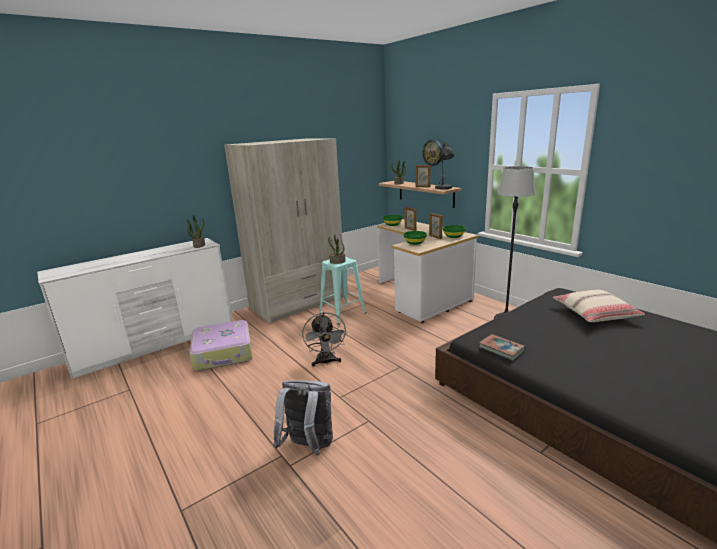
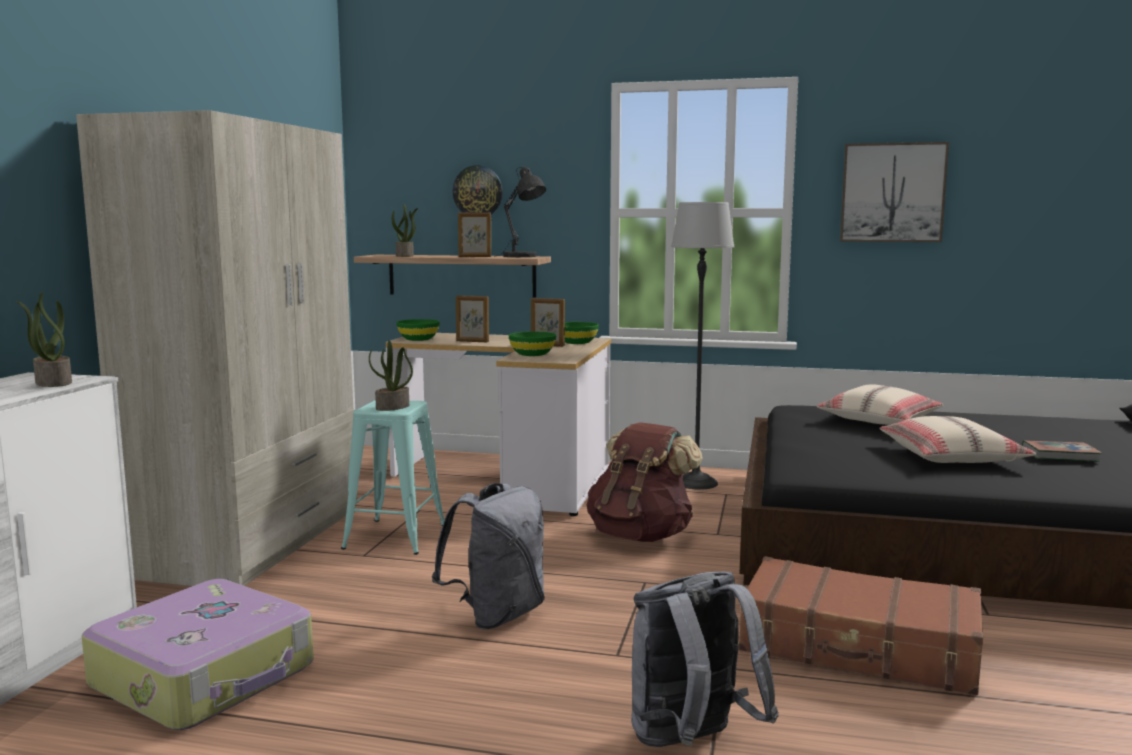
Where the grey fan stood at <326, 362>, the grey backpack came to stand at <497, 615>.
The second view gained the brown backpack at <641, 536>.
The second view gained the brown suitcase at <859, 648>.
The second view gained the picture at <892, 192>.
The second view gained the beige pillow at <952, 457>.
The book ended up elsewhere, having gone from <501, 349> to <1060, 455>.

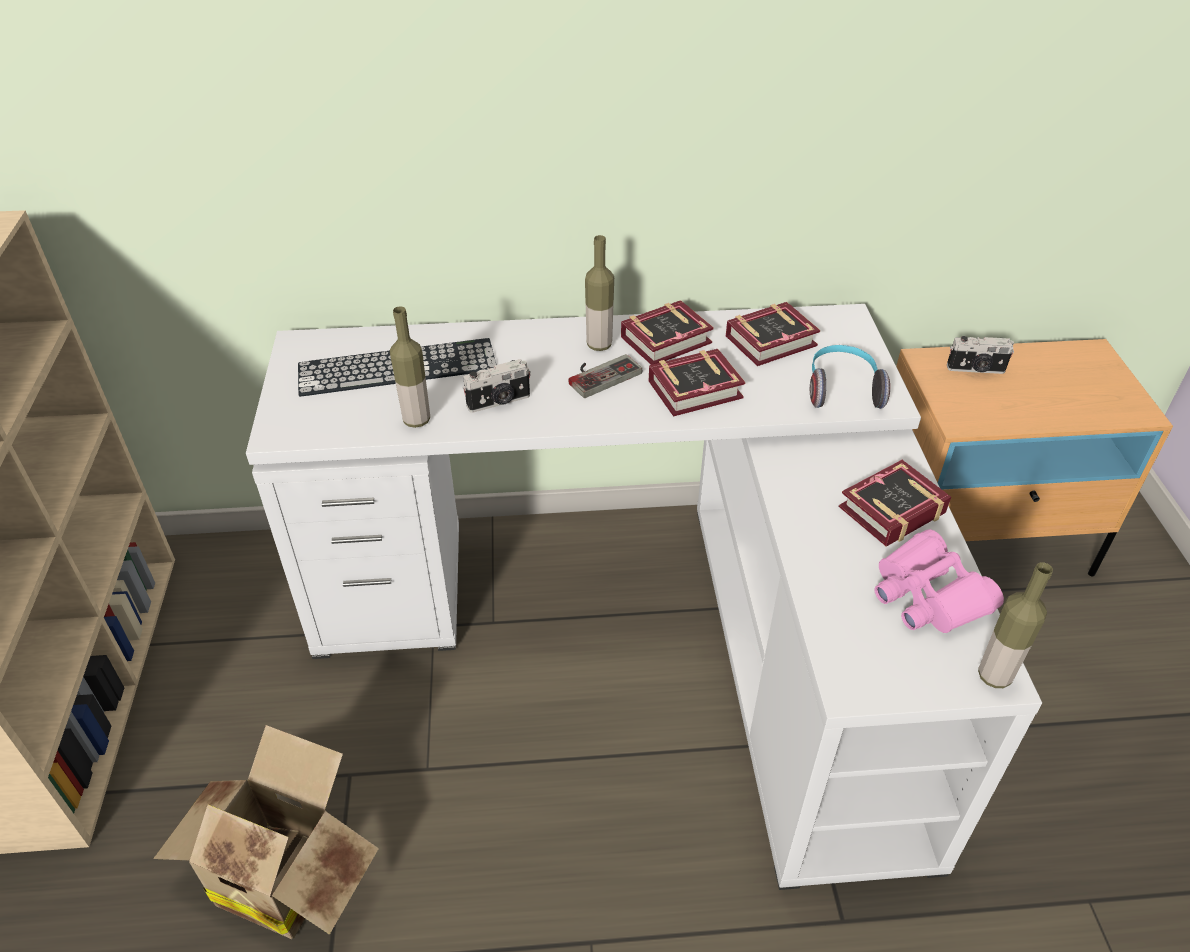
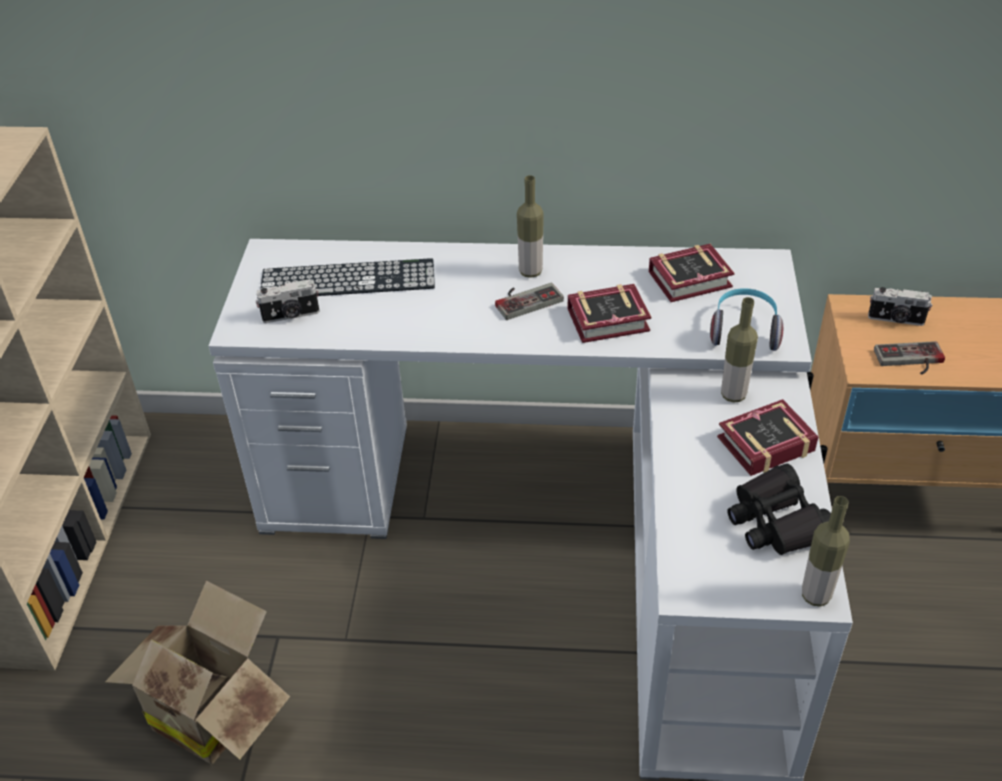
The photo camera ended up elsewhere, having gone from <499, 402> to <291, 315>.
The bottle ended up elsewhere, having gone from <416, 420> to <733, 395>.
What was the pink binoculars at <927, 595> turned into the black binoculars at <776, 522>.
The second view gained the game controller at <910, 361>.
The second view lost the book at <670, 340>.

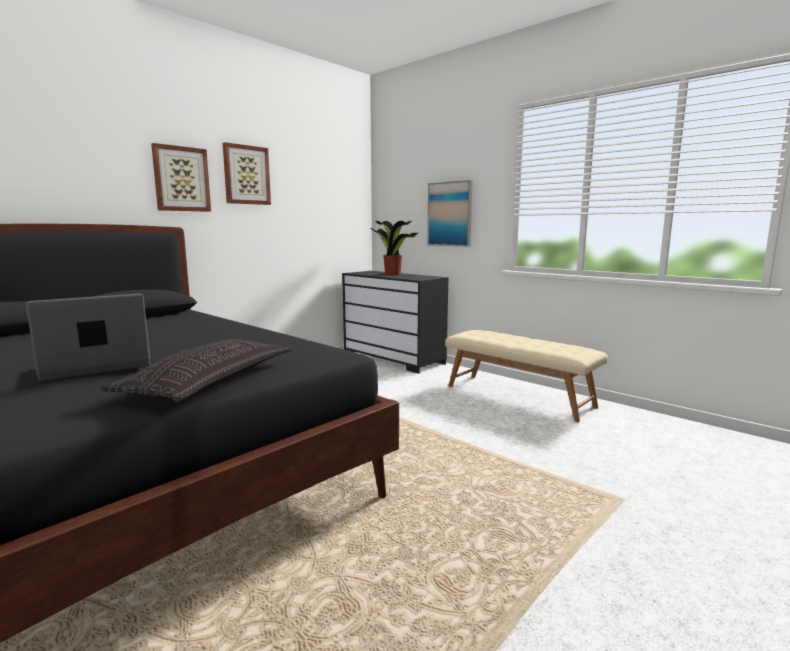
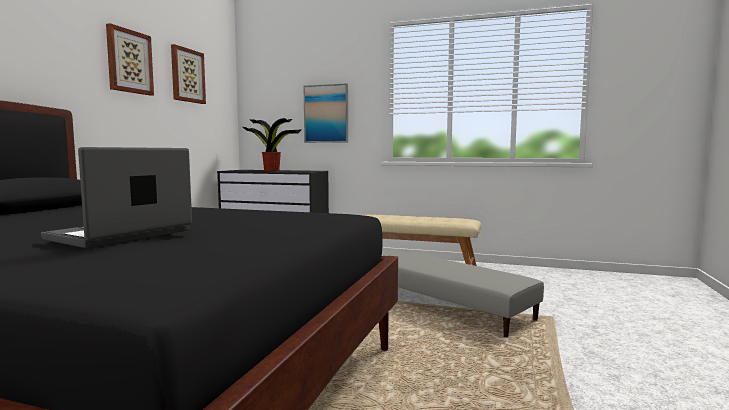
The picture ended up elsewhere, having gone from <181, 179> to <187, 75>.
The second view gained the grey ottoman at <446, 306>.
The second view lost the pillow at <211, 381>.

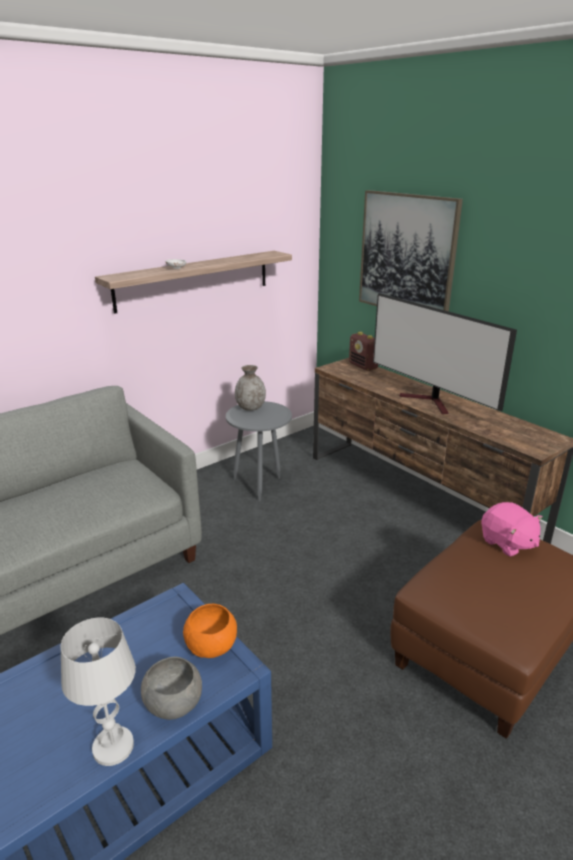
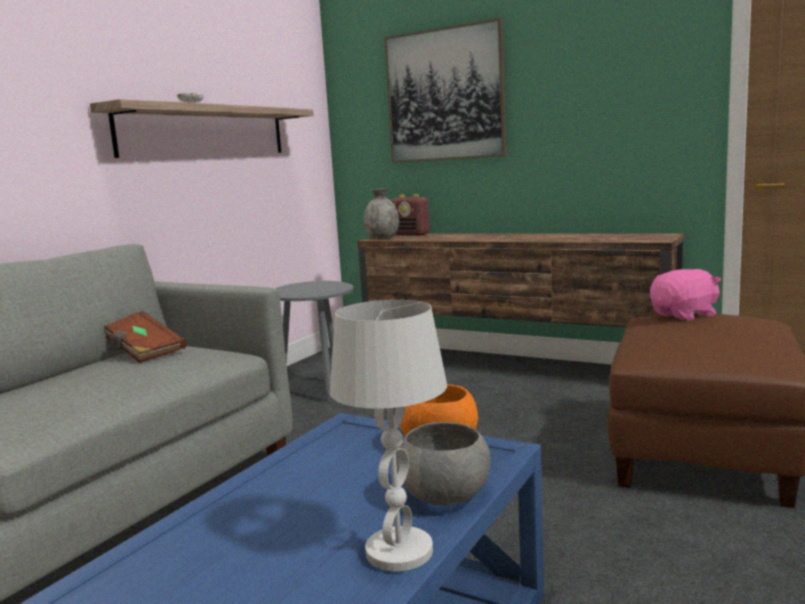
The second view gained the brown book at <142, 352>.
The grey vase ended up elsewhere, having gone from <250, 407> to <382, 238>.
The pink plush toy at <507, 543> ended up facing another way, 60 degrees counterclockwise from before.
The second view lost the television at <430, 402>.

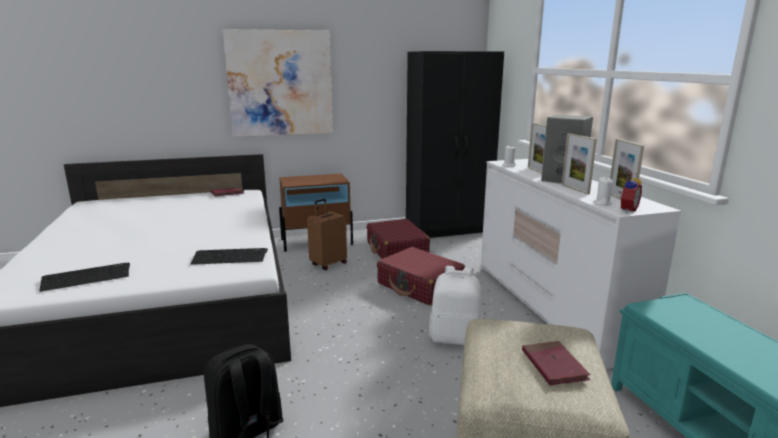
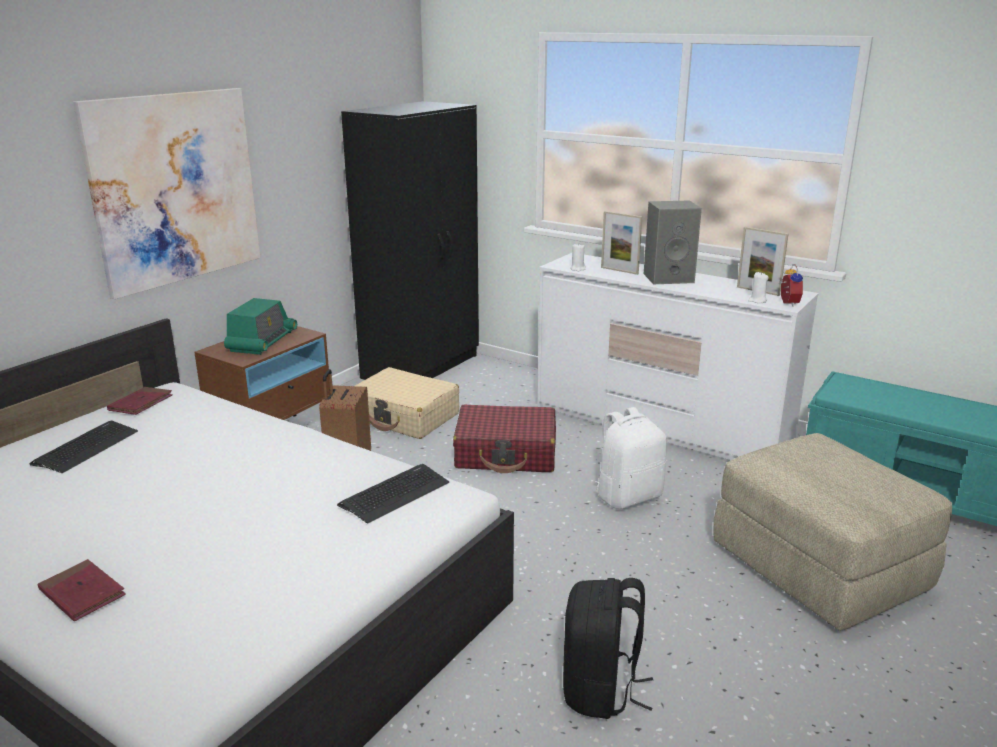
The keyboard ended up elsewhere, having gone from <86, 277> to <86, 447>.
The red book ended up elsewhere, having gone from <553, 365> to <82, 593>.
The second view gained the radio at <262, 342>.
What was the red suitcase at <397, 250> turned into the beige suitcase at <404, 416>.
The second view lost the picture frame at <575, 189>.

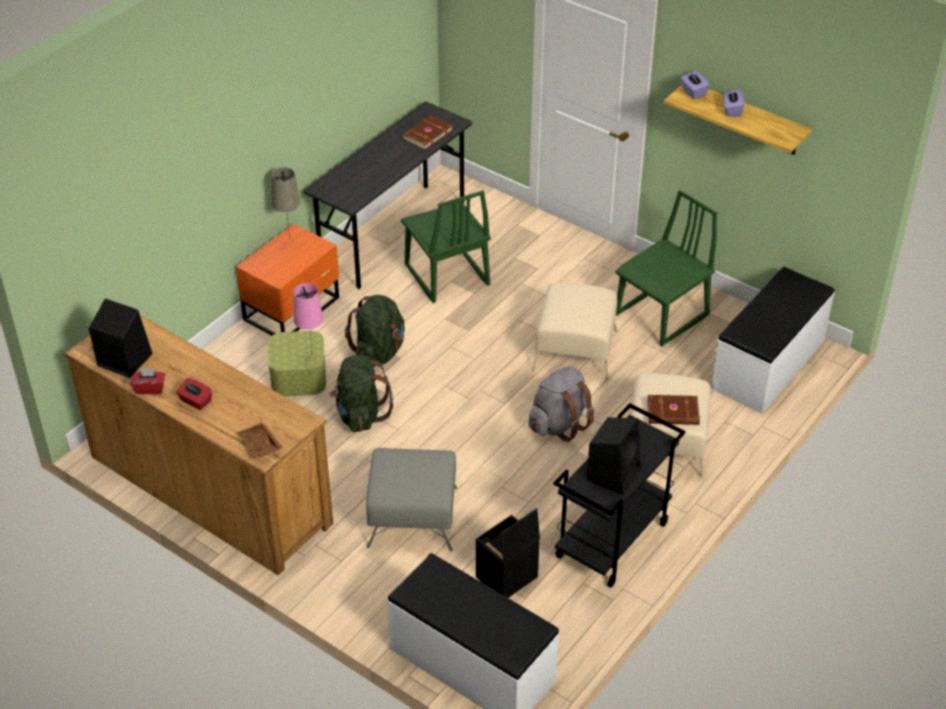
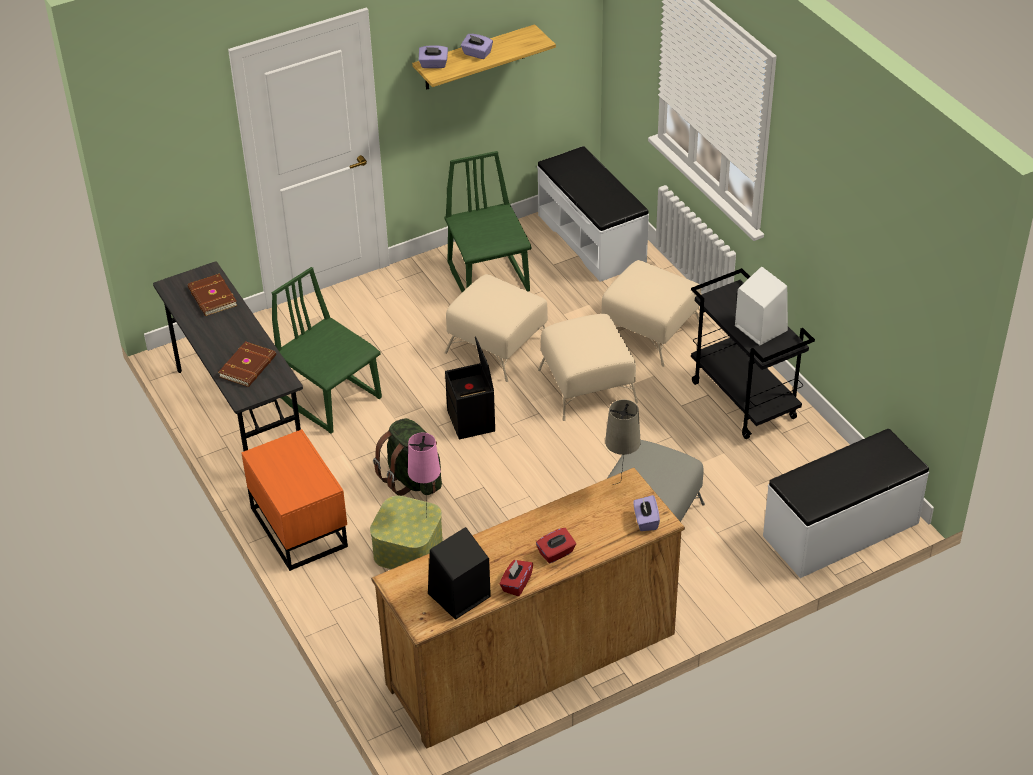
The brown book ended up elsewhere, having gone from <673, 413> to <249, 366>.
The green chair at <446, 276> ended up facing another way, 135 degrees counterclockwise from before.
The black storage box ended up elsewhere, having gone from <506, 578> to <472, 421>.
Where the grey backpack stood at <559, 424>, the beige ottoman came to stand at <587, 386>.
The beige table lamp ended up elsewhere, having gone from <290, 243> to <621, 486>.
Where the brown tray stood at <259, 445>, the purple tissue box came to stand at <645, 521>.
What was the black speaker at <614, 473> turned into the white speaker at <759, 327>.
The second view lost the green backpack at <360, 414>.

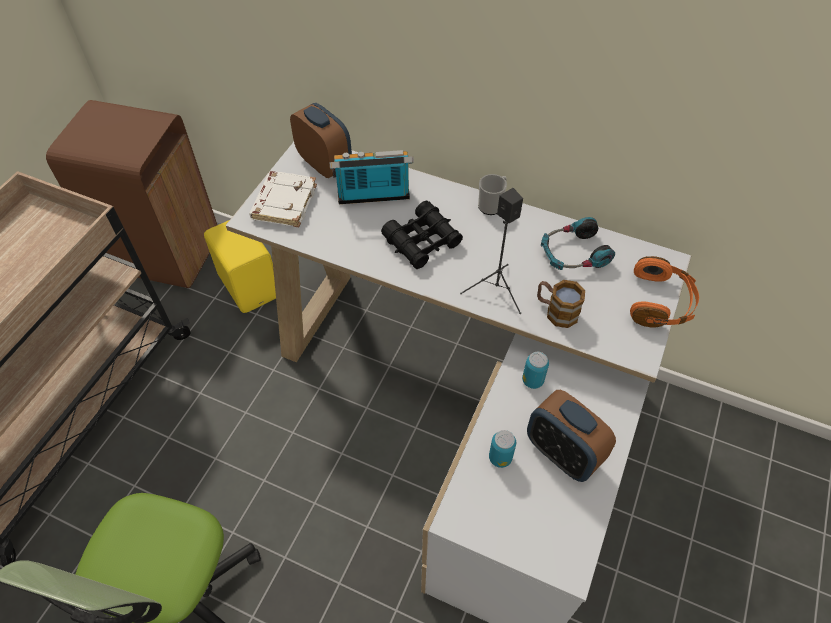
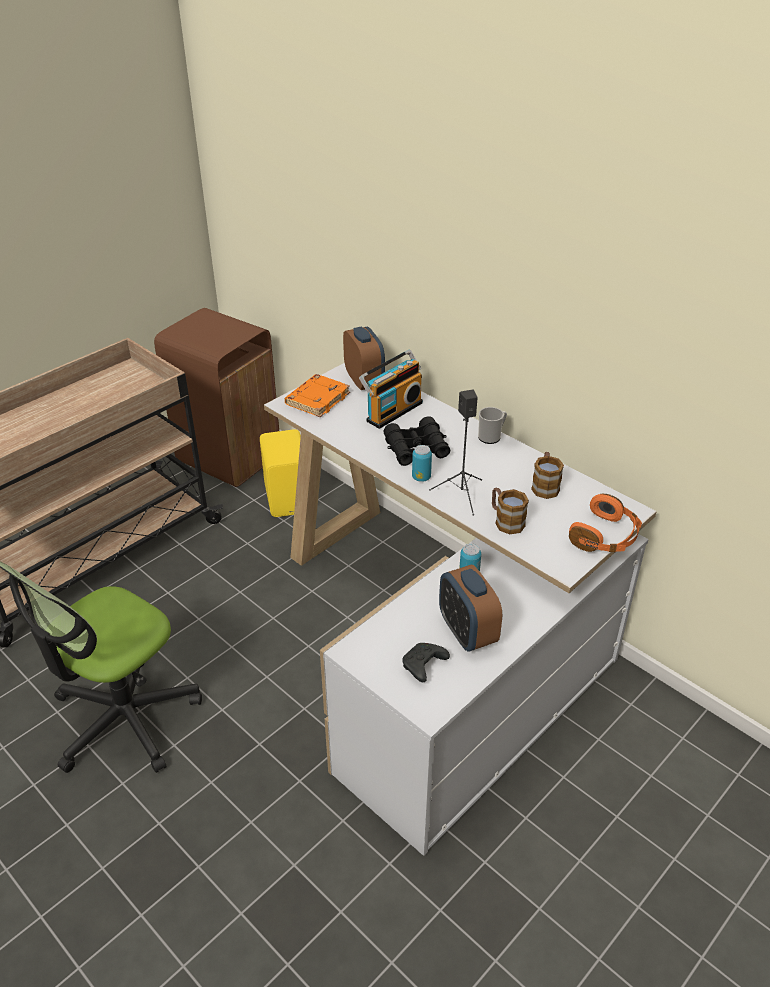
What was the white book at <284, 202> turned into the orange book at <317, 399>.
The radio at <373, 197> ended up facing another way, 120 degrees clockwise from before.
The second view gained the black game controller at <423, 666>.
The can ended up elsewhere, having gone from <500, 458> to <421, 477>.
Where the headphones stood at <573, 254>, the mug came to stand at <545, 485>.

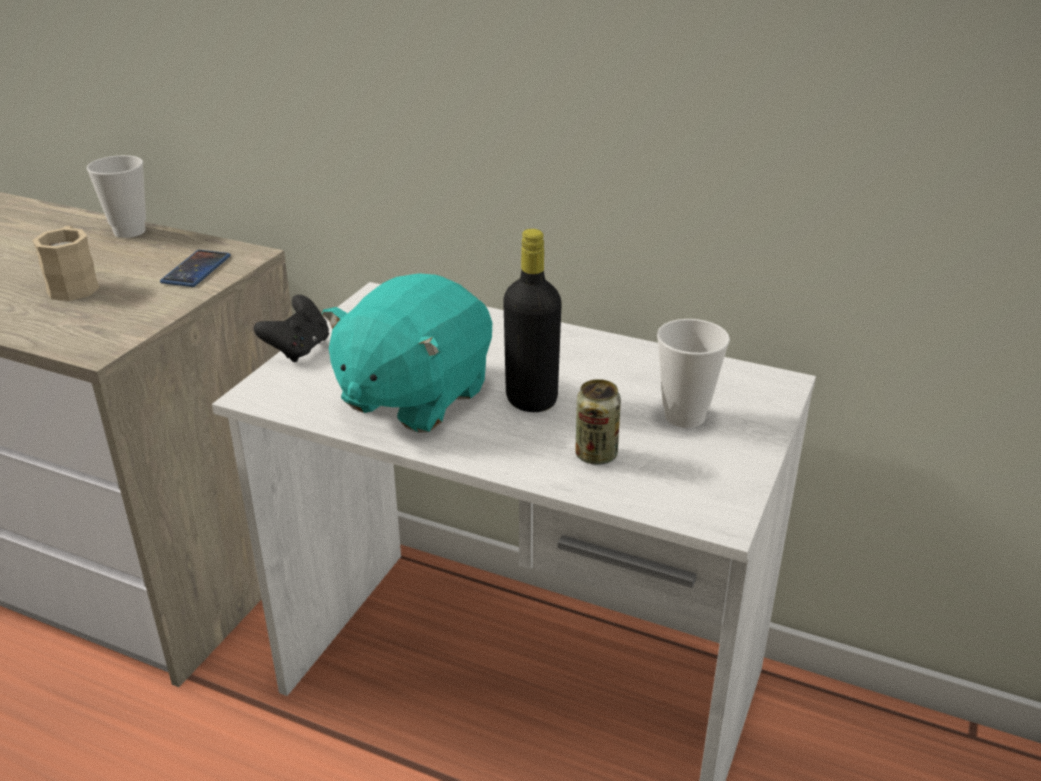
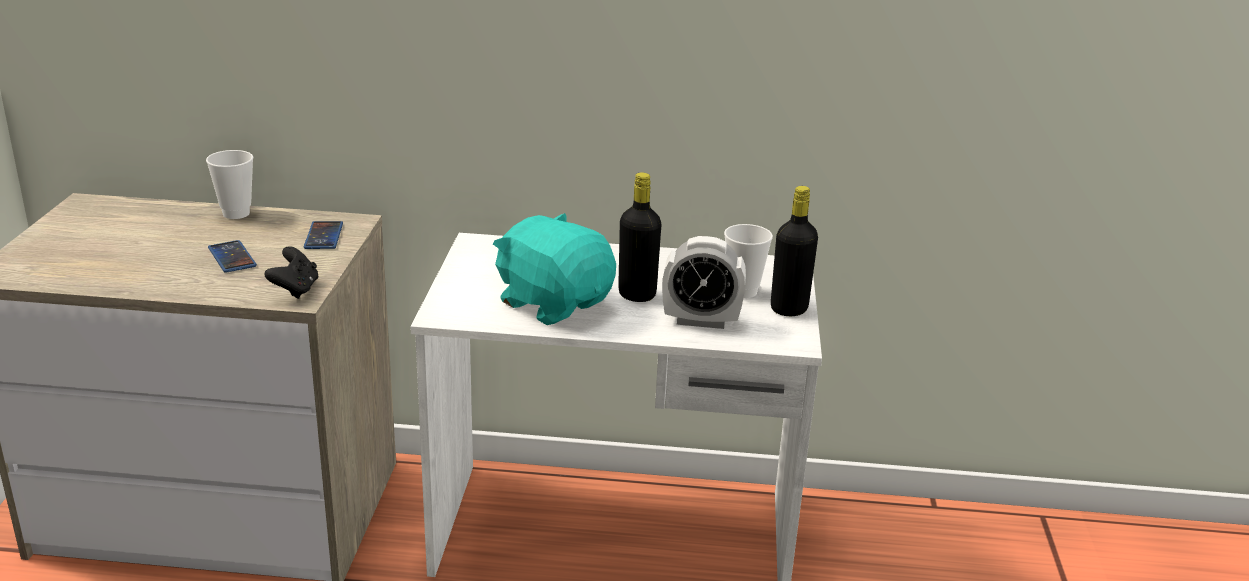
Where the beige mug stood at <75, 284>, the phone came to stand at <232, 257>.
The black game controller ended up elsewhere, having gone from <298, 349> to <295, 290>.
The turquoise plush toy at <413, 397> ended up facing another way, 120 degrees clockwise from before.
Where the can stood at <596, 455>, the alarm clock came to stand at <701, 321>.
The second view gained the black bottle at <789, 309>.

